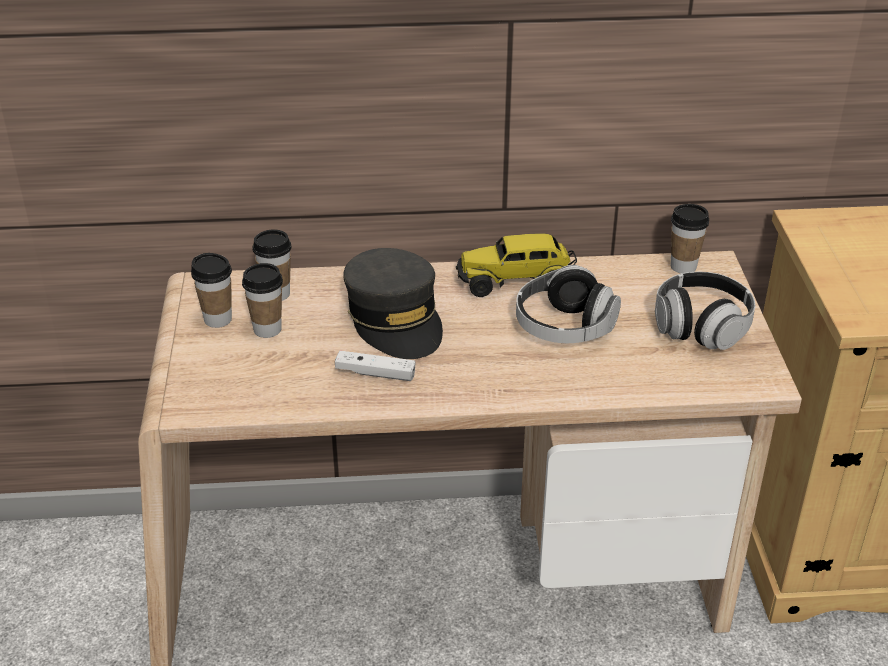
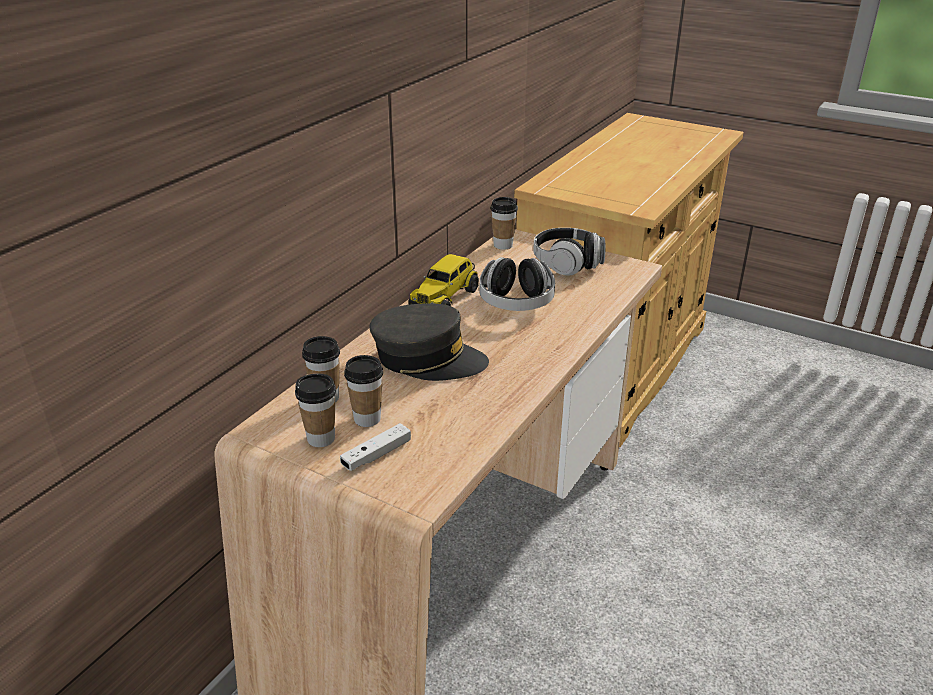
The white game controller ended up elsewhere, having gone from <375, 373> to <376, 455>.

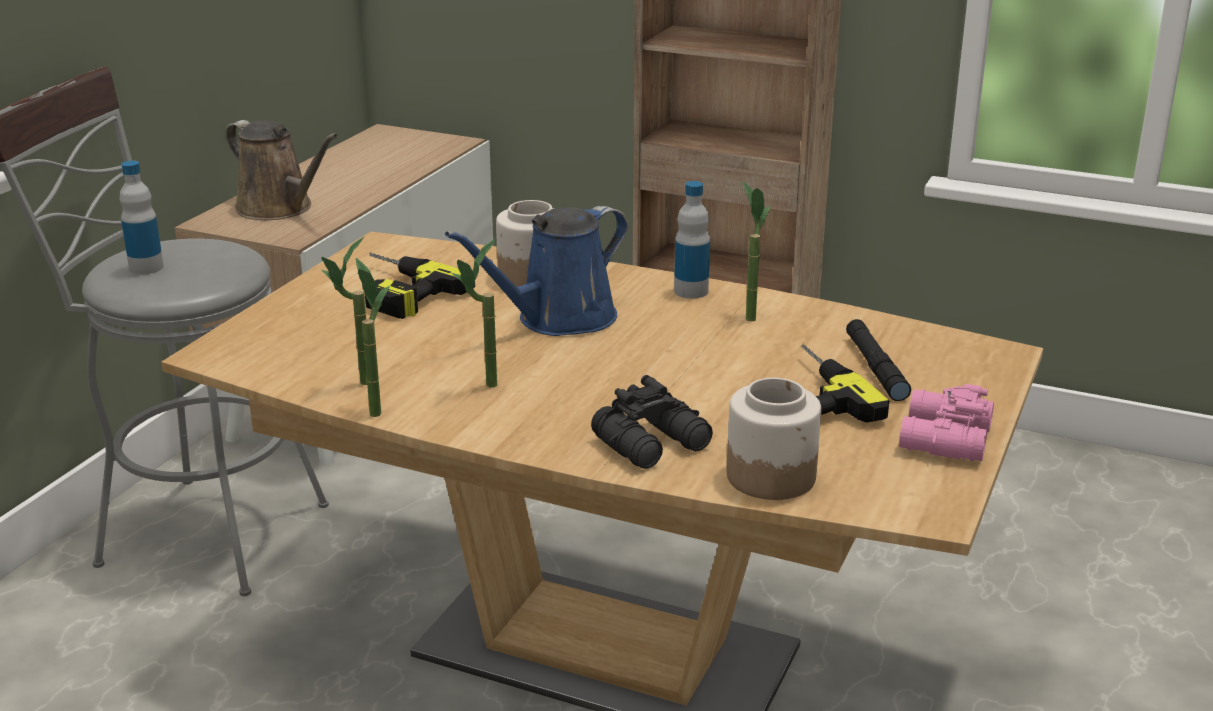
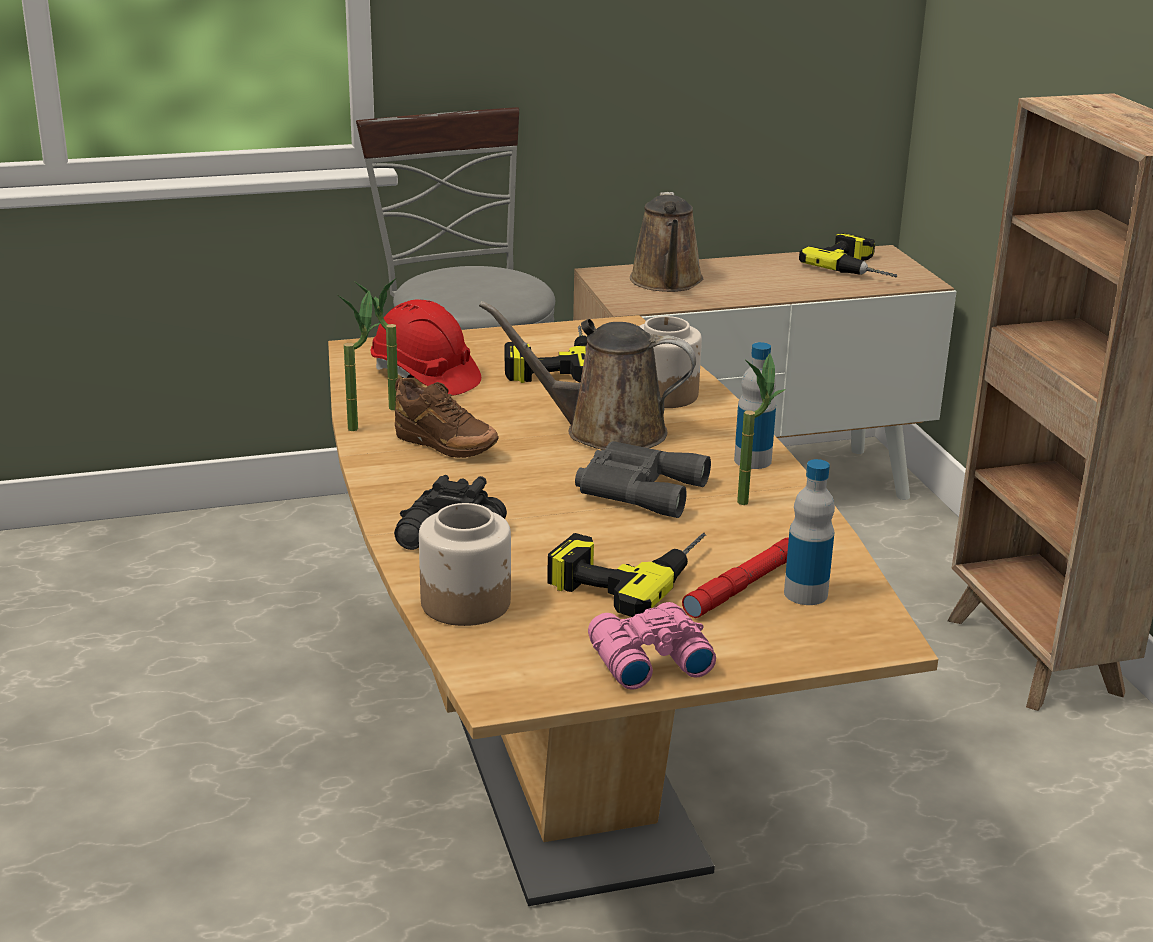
The second view gained the red hard hat at <425, 377>.
Where the potted plant stood at <481, 388>, the brown shoe came to stand at <445, 447>.
What was the blue watering can at <559, 319> turned into the brown watering can at <605, 431>.
The second view gained the grey binoculars at <637, 488>.
What was the black flashlight at <875, 368> turned into the red flashlight at <741, 587>.
The bottle ended up elsewhere, having gone from <146, 267> to <805, 593>.
The second view gained the power drill at <860, 267>.

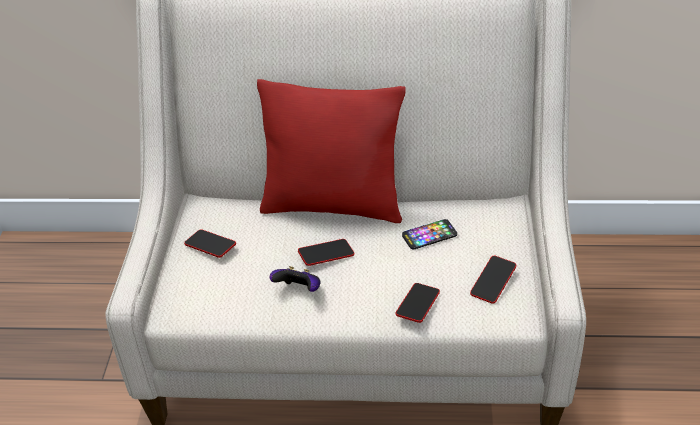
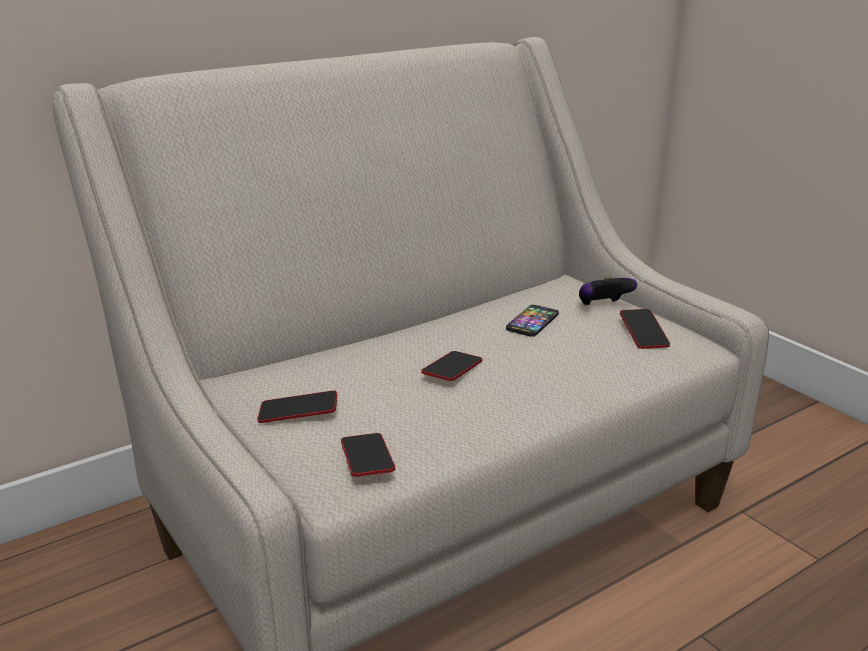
The phone ended up elsewhere, having gone from <417, 305> to <367, 460>.
The game controller ended up elsewhere, having gone from <299, 290> to <602, 306>.
The second view lost the red pillow at <333, 205>.

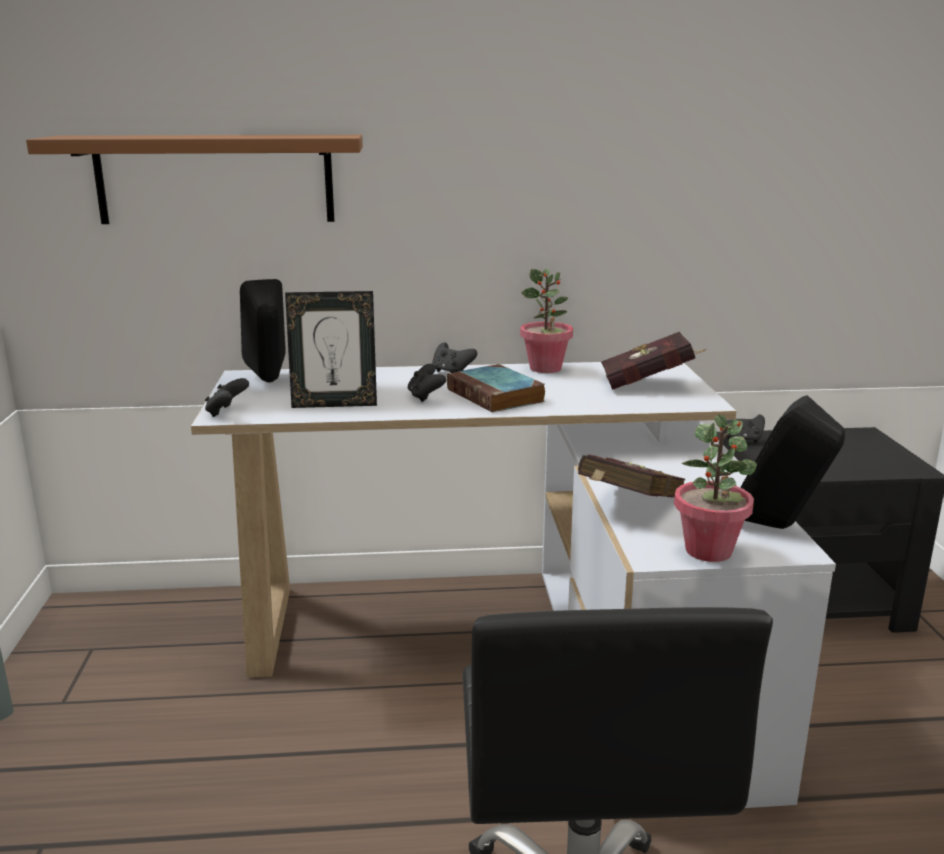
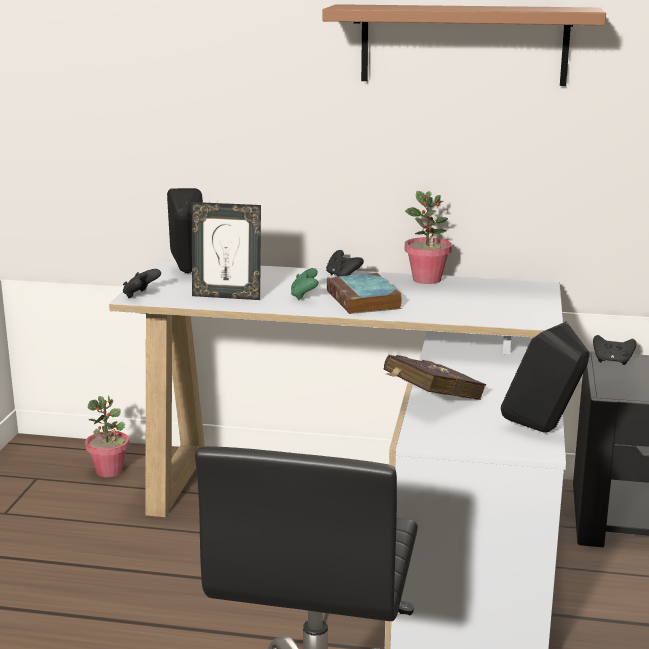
The potted plant ended up elsewhere, having gone from <709, 551> to <109, 471>.
What was the black game controller at <425, 397> turned into the green game controller at <304, 296>.
The brown shelf ended up elsewhere, having gone from <215, 179> to <463, 44>.
The second view lost the red book at <649, 385>.

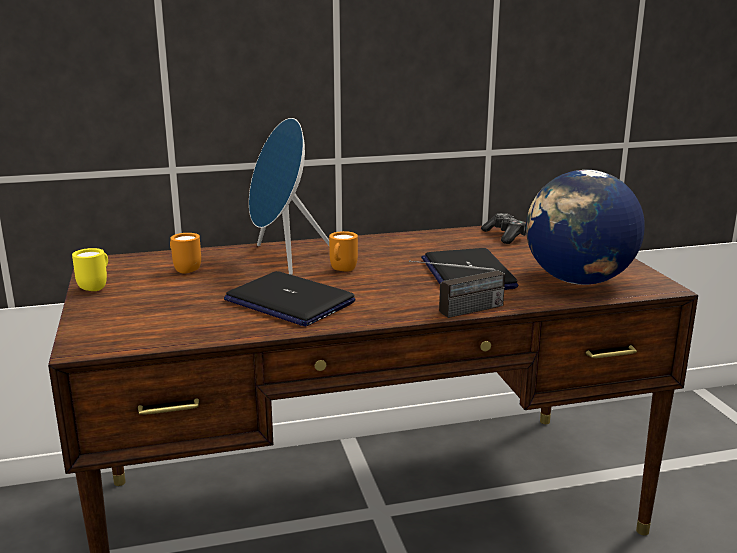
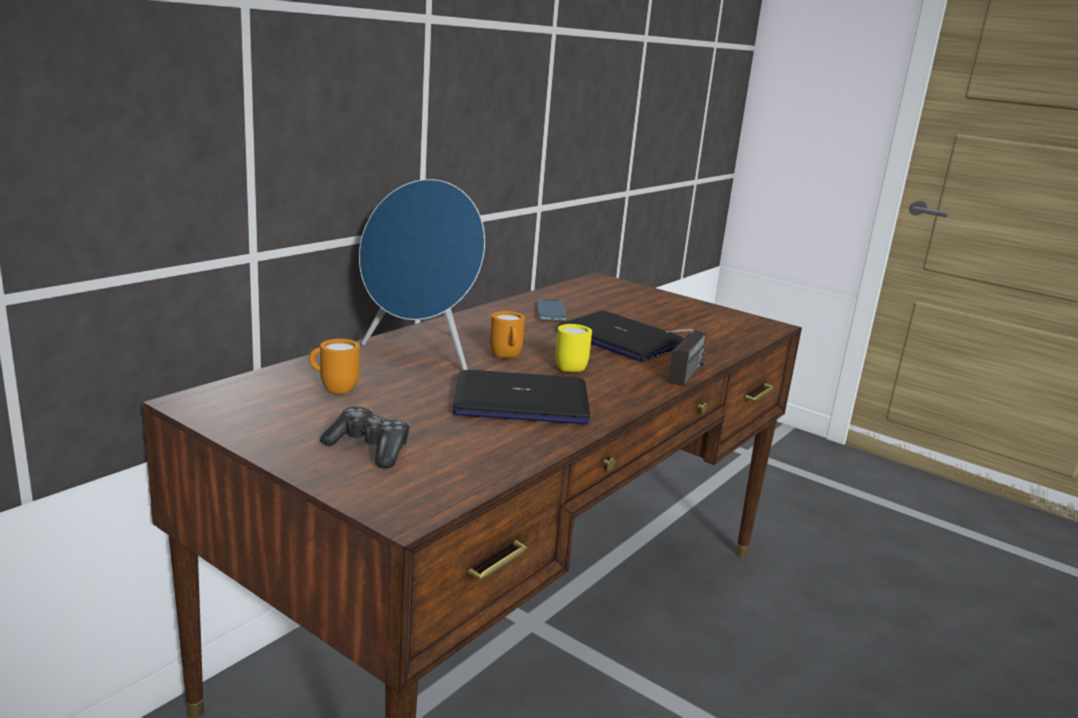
The game controller ended up elsewhere, having gone from <505, 236> to <369, 448>.
The second view gained the phone at <551, 313>.
The yellow mug ended up elsewhere, having gone from <96, 287> to <569, 368>.
The second view lost the globe at <578, 281>.

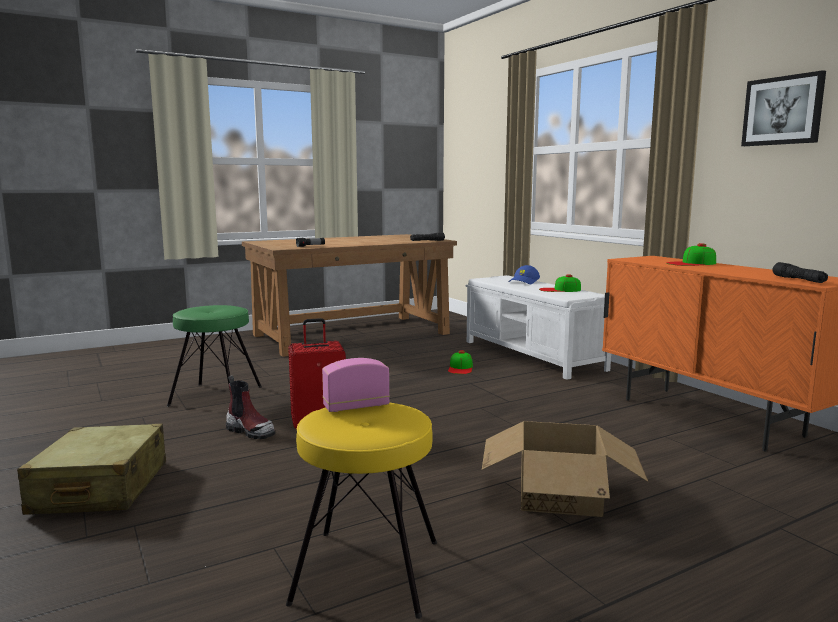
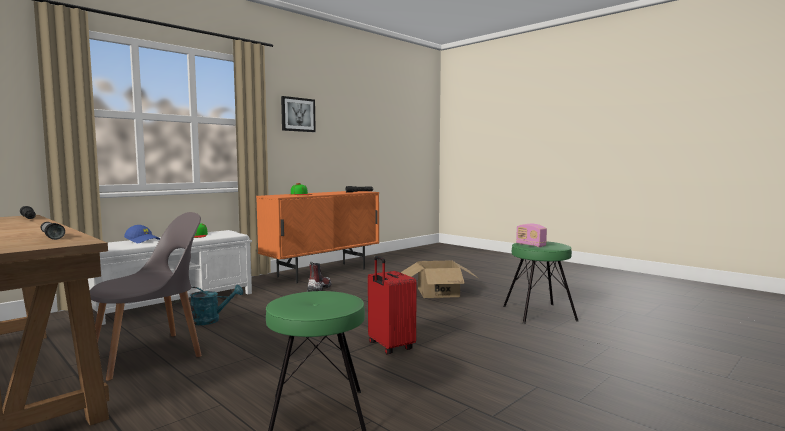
The second view gained the grey chair at <151, 354>.
Where the cap stood at <460, 368>, the turquoise watering can came to stand at <211, 320>.
The boot ended up elsewhere, having gone from <251, 431> to <319, 288>.
What was the yellow stool at <366, 571> turned into the green stool at <539, 313>.
The second view lost the beige suitcase at <100, 488>.

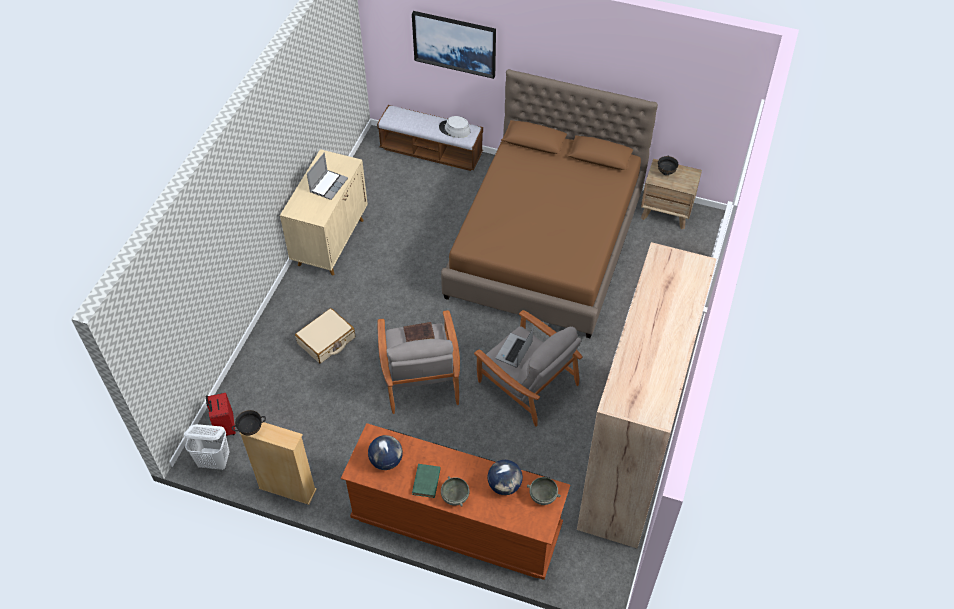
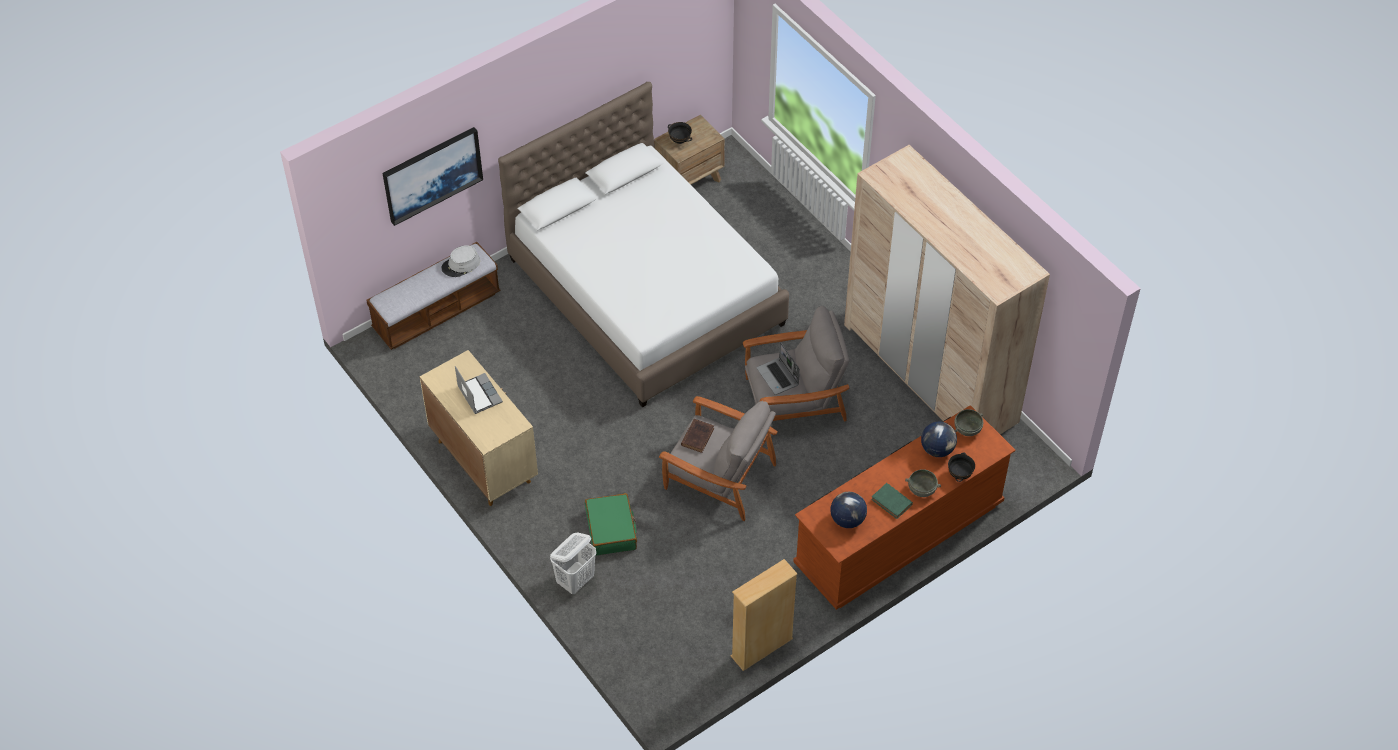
What was the brown bed at <546, 244> turned into the white bed at <646, 291>.
The white laundry basket ended up elsewhere, having gone from <215, 461> to <575, 580>.
What was the beige suitcase at <326, 341> turned into the green suitcase at <611, 530>.
The black bowl ended up elsewhere, having gone from <251, 429> to <959, 474>.
The second view lost the red suitcase at <225, 427>.

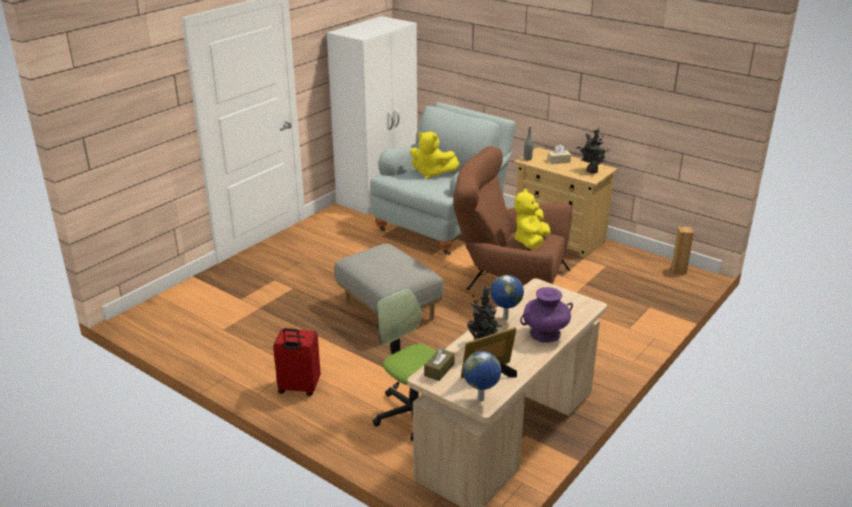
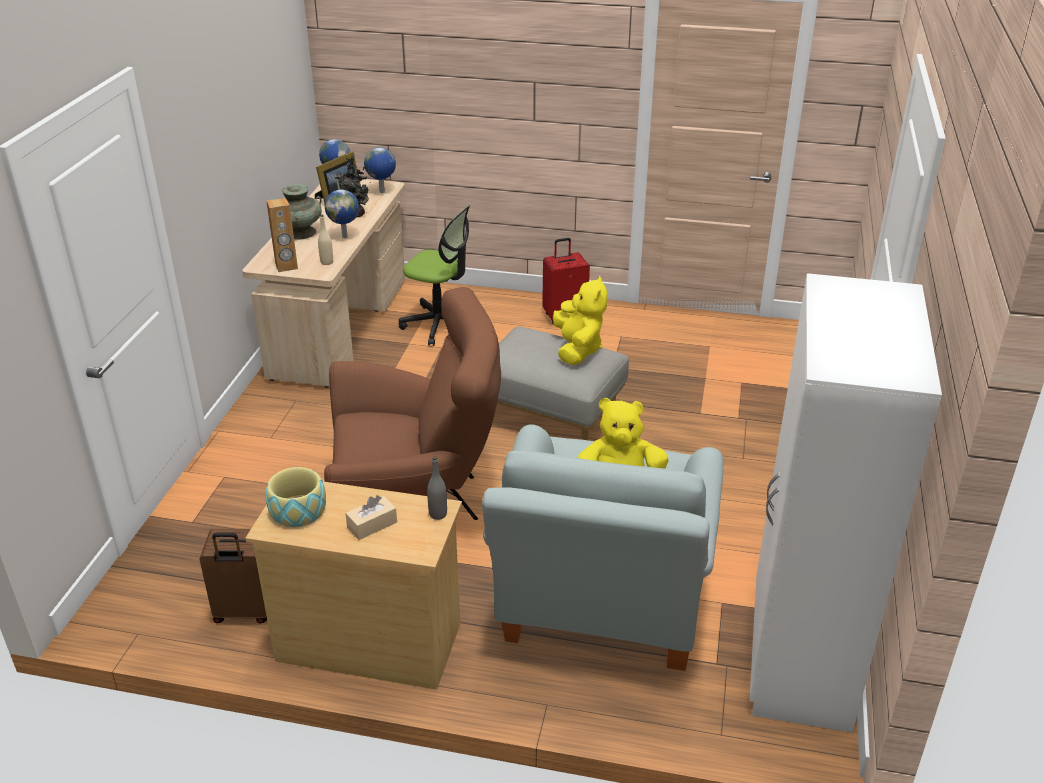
The second view gained the brown suitcase at <245, 612>.
Where the potted plant stood at <591, 171>, the bowl came to stand at <298, 510>.
The brown speaker ended up elsewhere, having gone from <678, 270> to <286, 267>.
What was the purple vase at <545, 334> turned into the turquoise vase at <301, 232>.
The second view gained the beige bottle at <327, 262>.
Where the brown tissue box stood at <439, 370>, the globe came to stand at <382, 192>.
The yellow plush toy ended up elsewhere, having gone from <531, 242> to <577, 349>.

